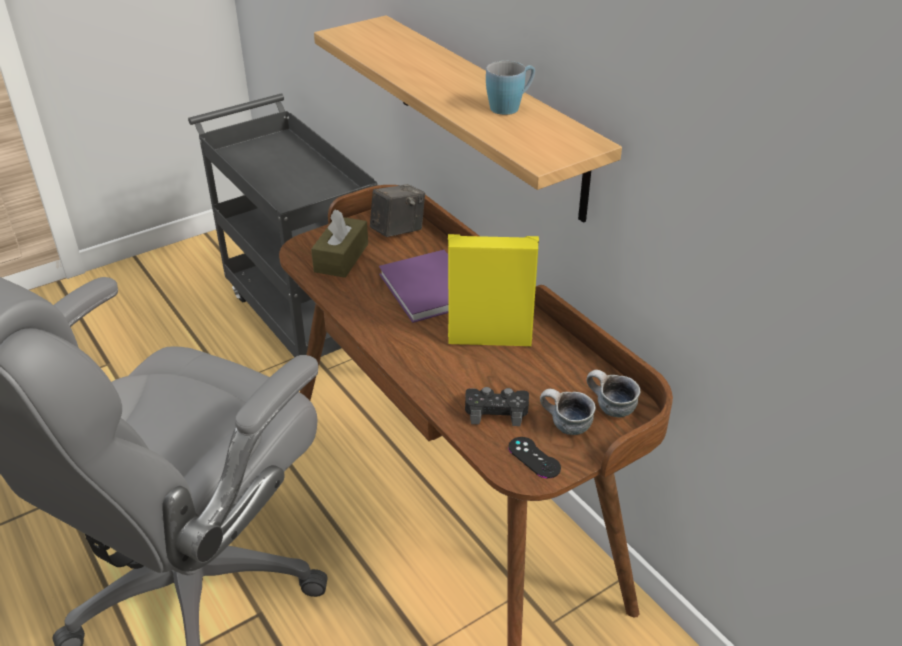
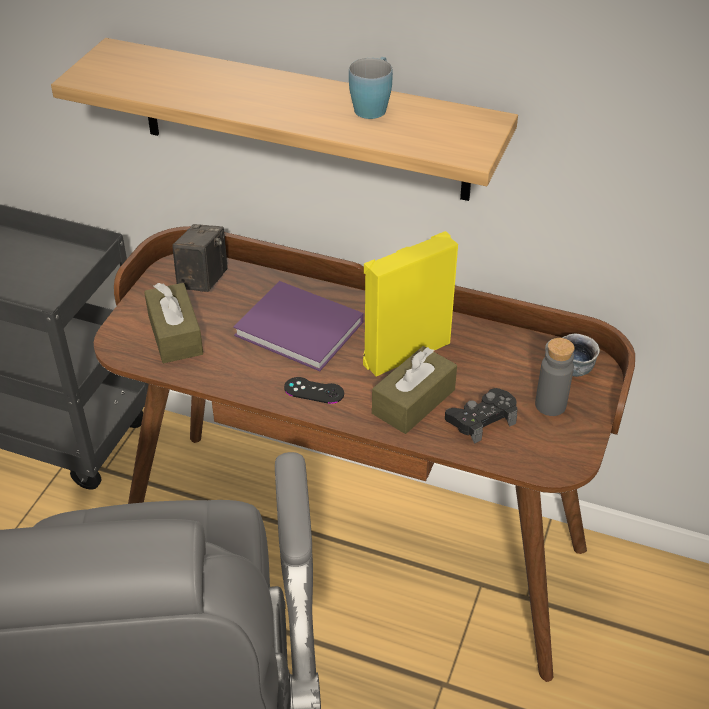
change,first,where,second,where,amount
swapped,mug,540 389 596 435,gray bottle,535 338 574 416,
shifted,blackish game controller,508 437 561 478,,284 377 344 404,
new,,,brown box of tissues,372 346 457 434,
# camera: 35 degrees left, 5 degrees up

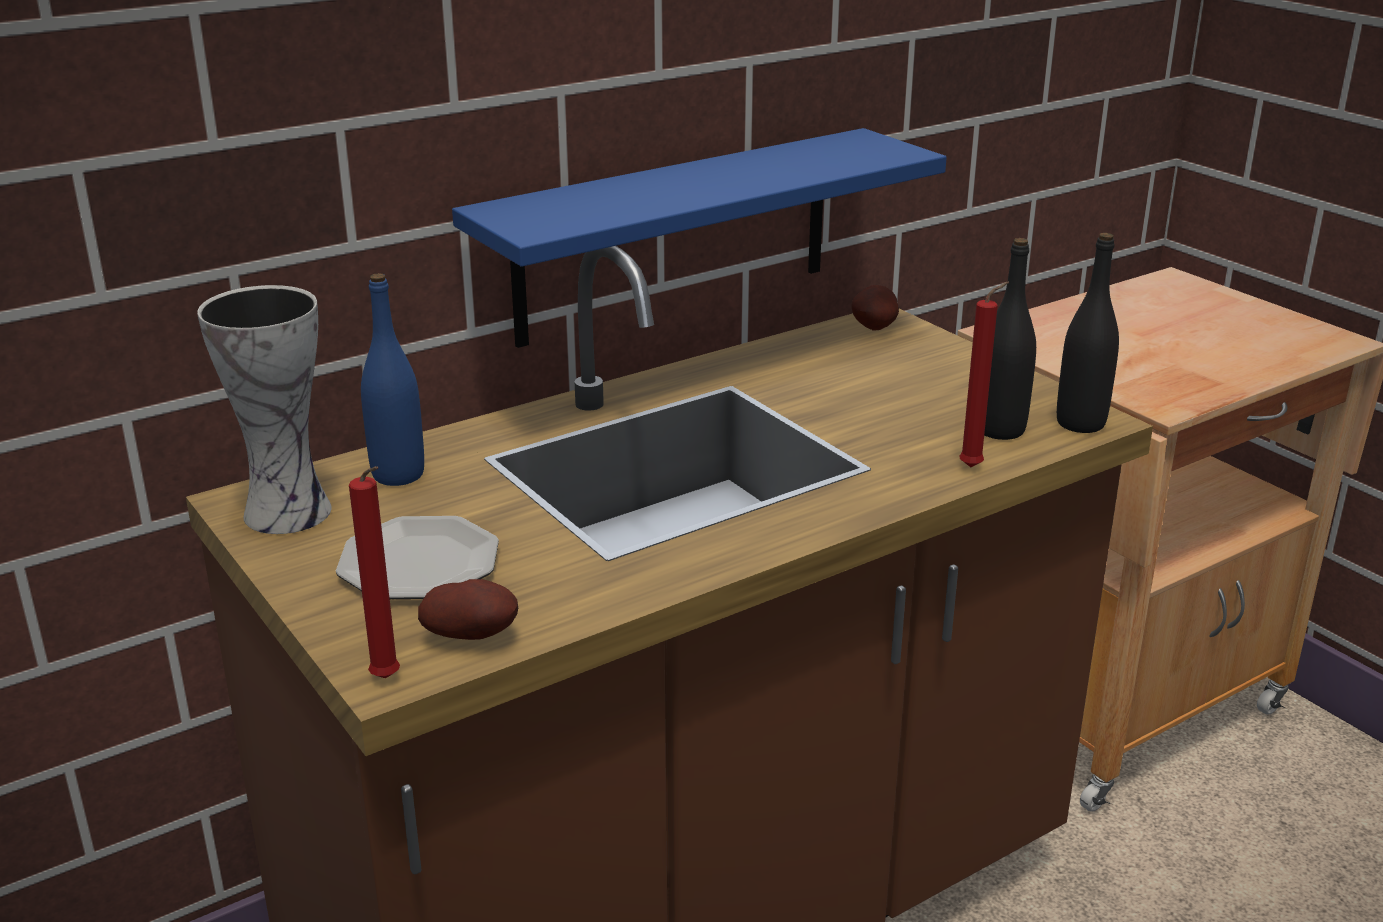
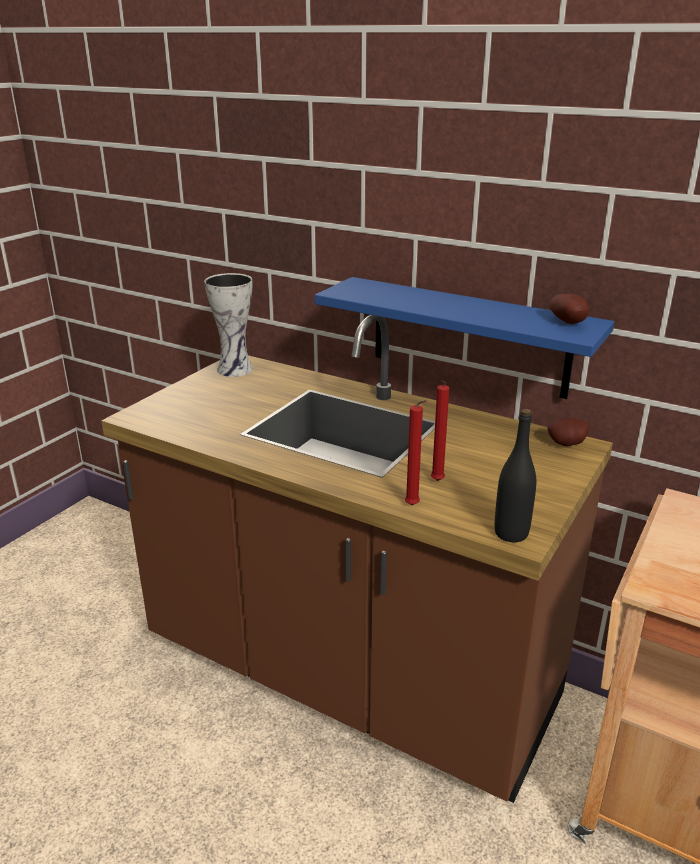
change,first,where,second,where,amount
gone,blackish bottle,984 238 1036 440,,,
gone,blue-coloured bottle,361 273 424 486,,,
shifted,reddish wax light,349 466 400 678,,431 380 449 481,
gone,flat dish,336 516 499 599,,,
shifted,spud,418 579 518 640,,549 294 590 324,
# camera: 65 degrees right, 0 degrees up

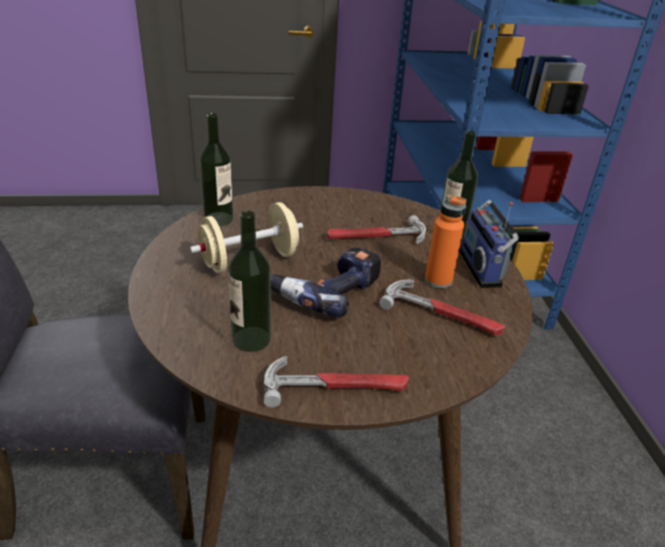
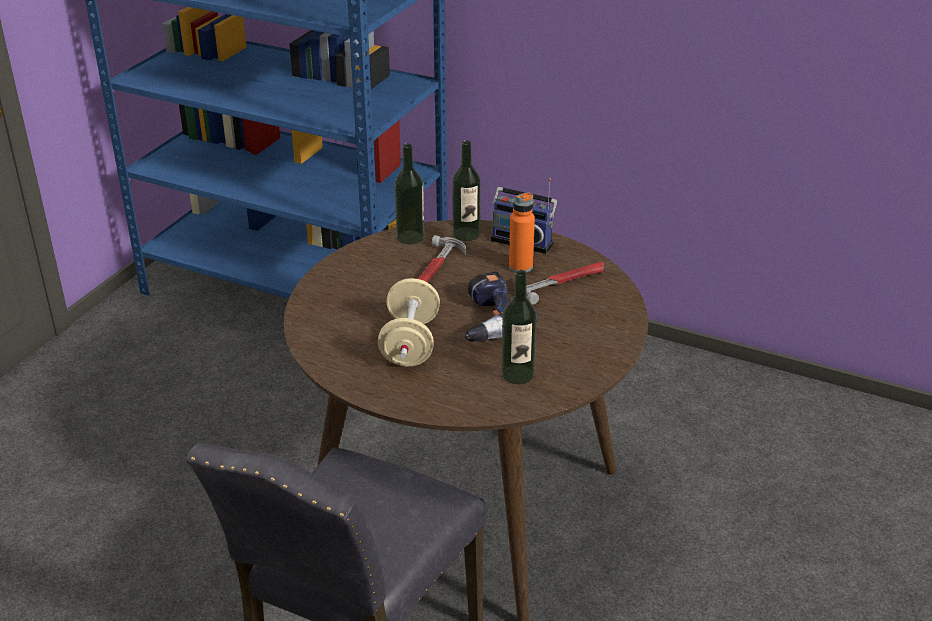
change,first,where,second,where,amount
shifted,bottle,199 113 234 226,,394 144 424 244,
gone,tool hammer,264 356 409 407,,,
# camera: 55 degrees left, 0 degrees up

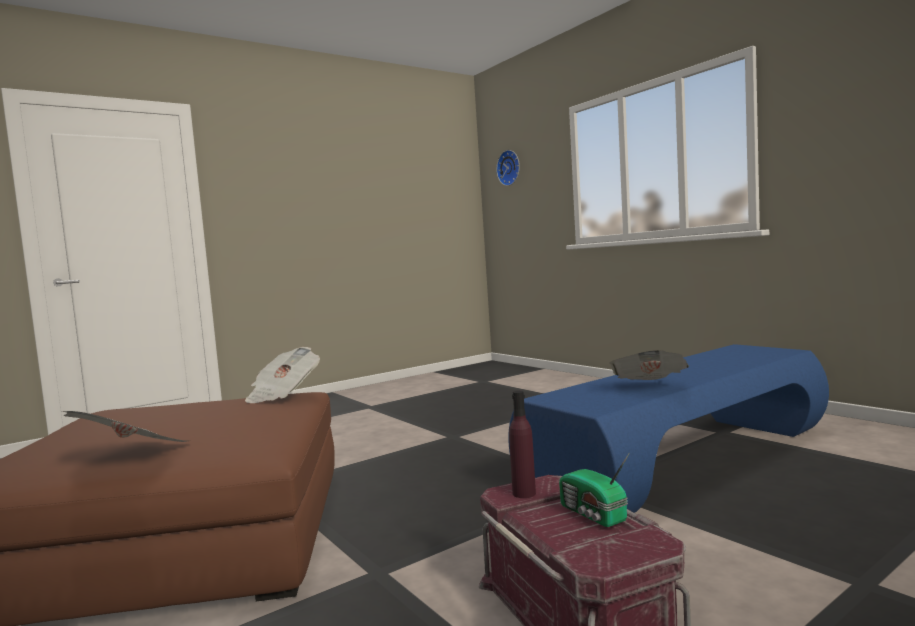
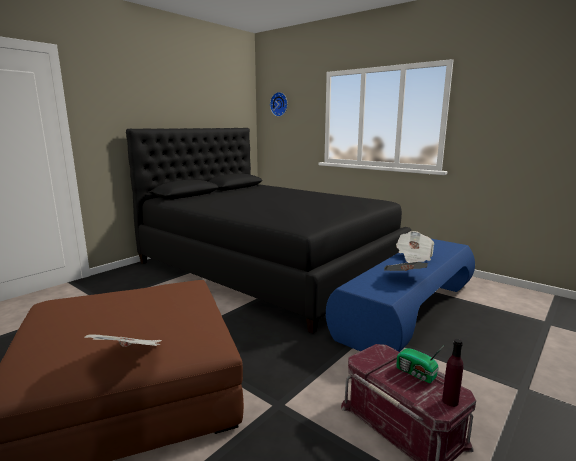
change,first,where,second,where,amount
shifted,newspaper,245 347 320 403,,396 231 434 263,
shifted,purple-coloured bottle,509 391 536 498,,442 339 463 407,
new,,,blackish bedroom bed,126 128 411 333,
# camera: 15 degrees left, 10 degrees up

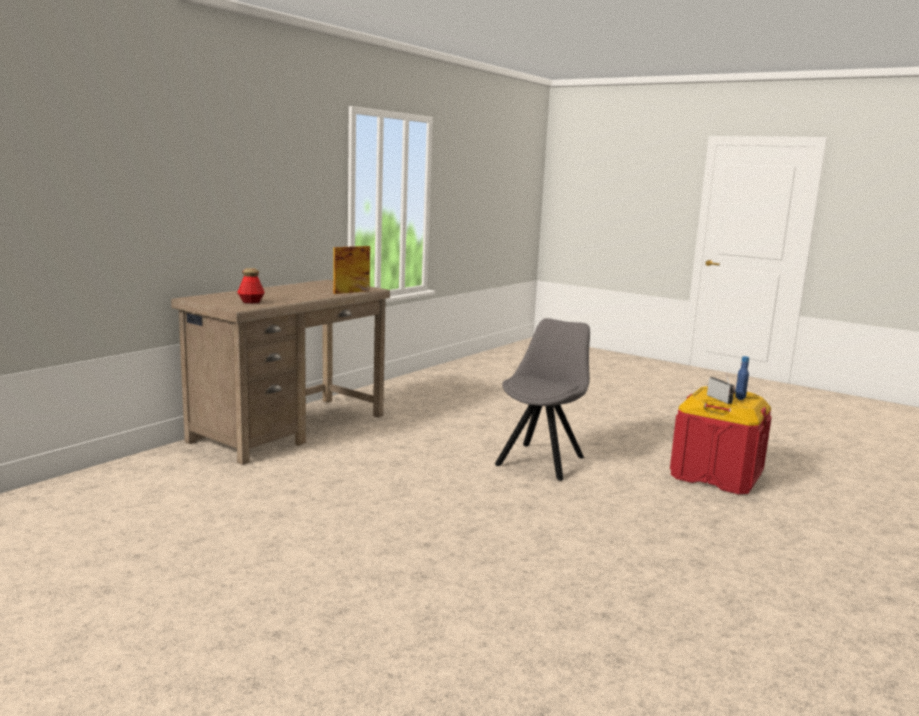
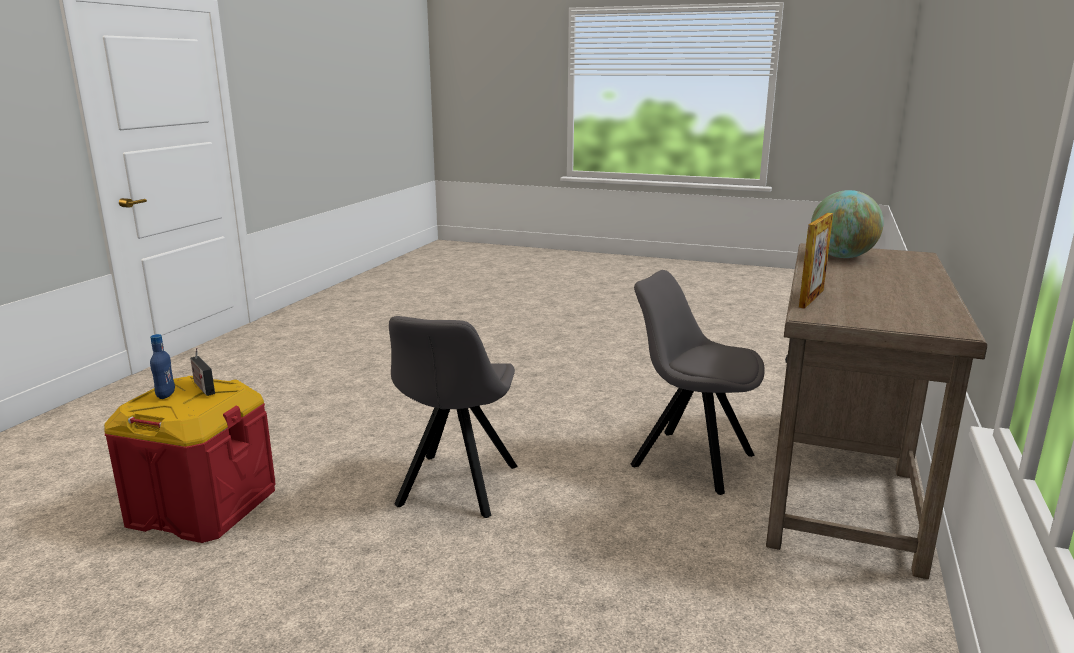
change,first,where,second,where,amount
swapped,bottle,237 268 265 304,globe,811 190 884 258,
new,,,gray chair,631 270 765 495,
# camera: 165 degrees right, 5 degrees up

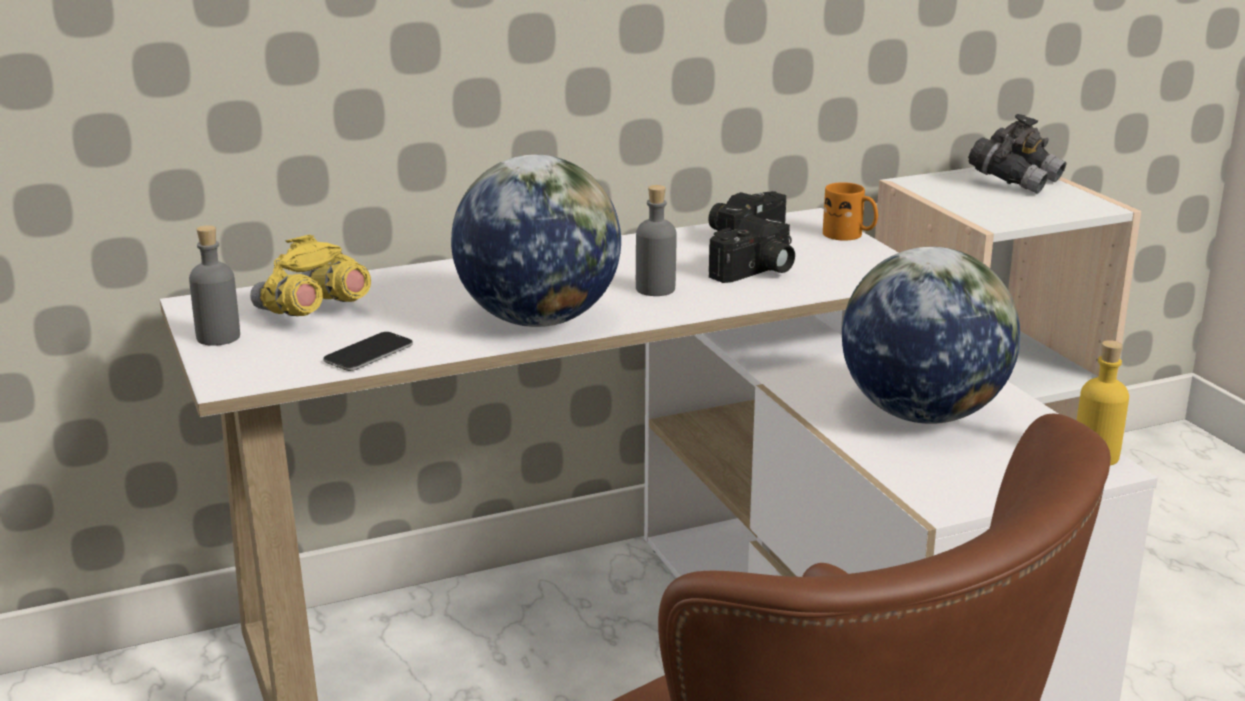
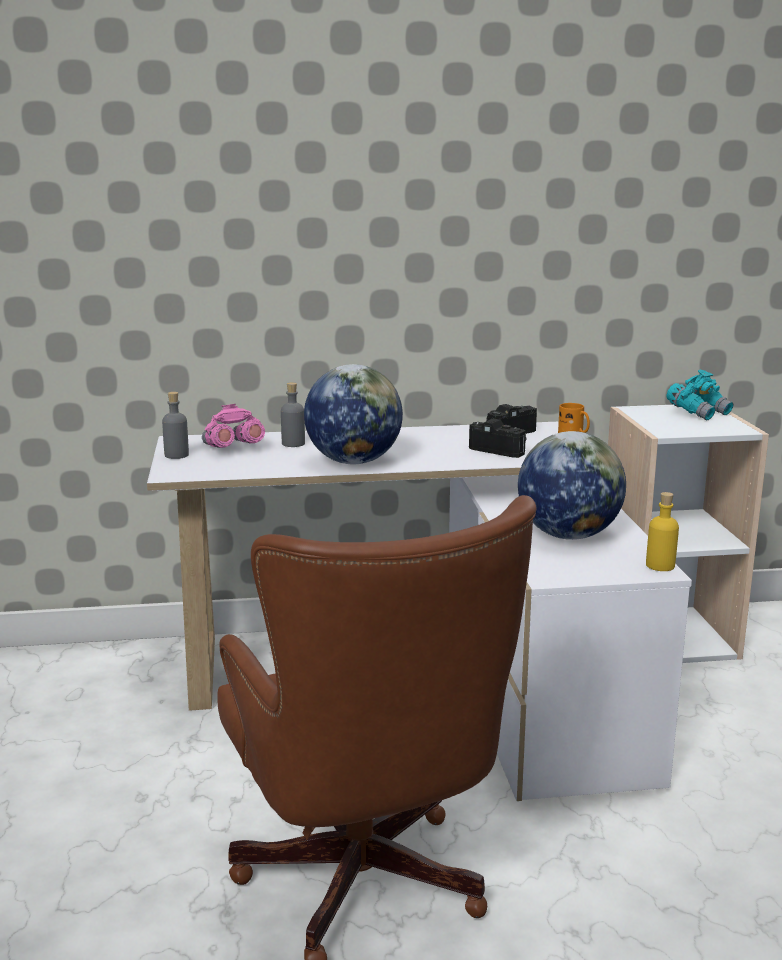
change,first,where,second,where,amount
repainted,gray pair of binoculars,968 114 1067 194,turquoise-coloured pair of binoculars,666 370 734 420,
shifted,gray bottle,636 185 676 296,,281 382 305 447,
rotated,still camera,709 216 795 283,,469 419 527 458,120 degrees counterclockwise
repainted,yellow pair of binoculars,250 235 371 316,pink pair of binoculars,202 404 265 448,
gone,handset,323 332 413 371,,,
# camera: 15 degrees right, 5 degrees down

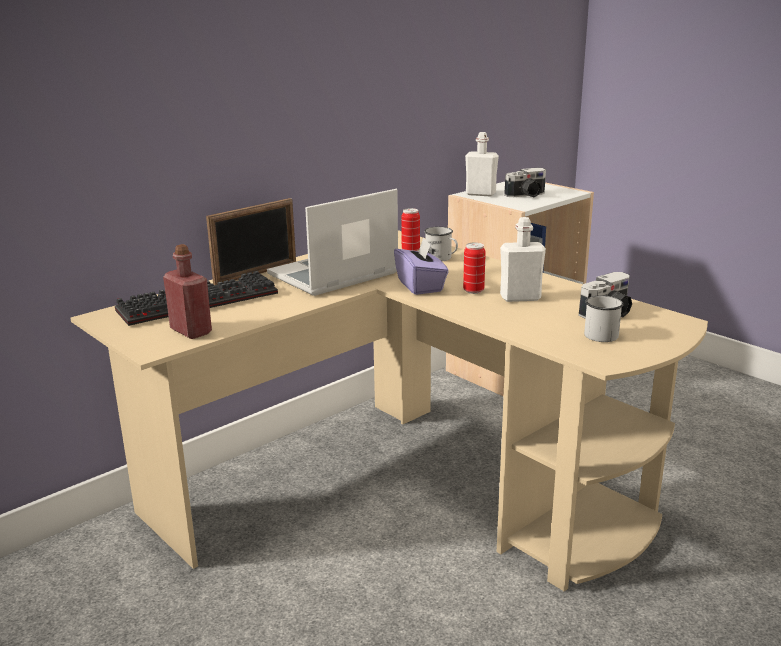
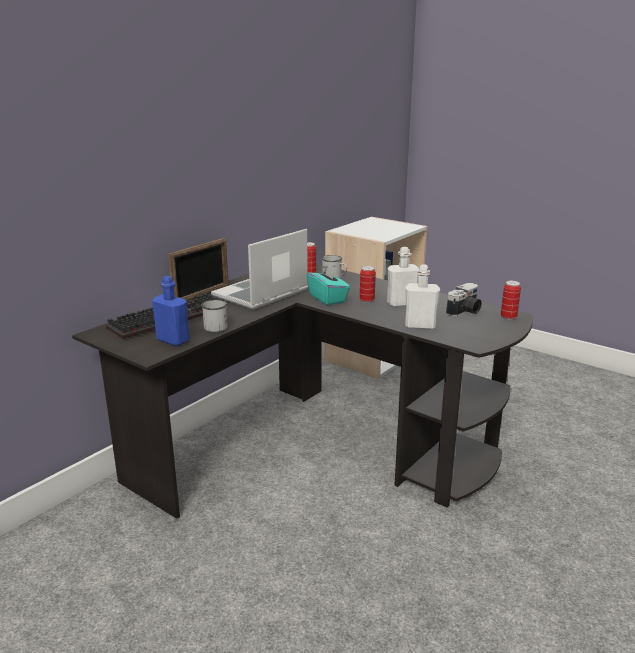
change,first,where,second,where,amount
shifted,white-coloured bottle,465 132 499 196,,405 265 440 330,
gone,still camera,504 168 546 198,,,
repainted,sand-coloured desk table,71 230 708 592,blackish desk table,72 264 533 519,
repainted,purple-coloured box of tissues,394 237 449 295,turquoise-coloured box of tissues,306 263 350 305,
repainted,reddish bottle,163 244 212 339,blue-coloured bottle,152 276 189 346,
shifted,white-coloured mug,584 295 624 342,,201 300 227 332,
new,,,metal can,501 281 521 320,
# camera: 10 degrees left, 0 degrees up

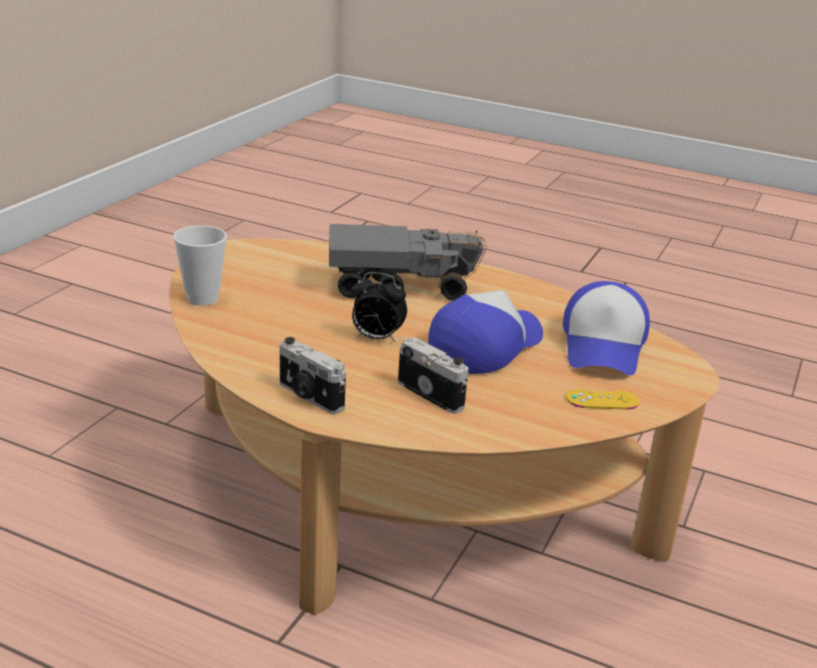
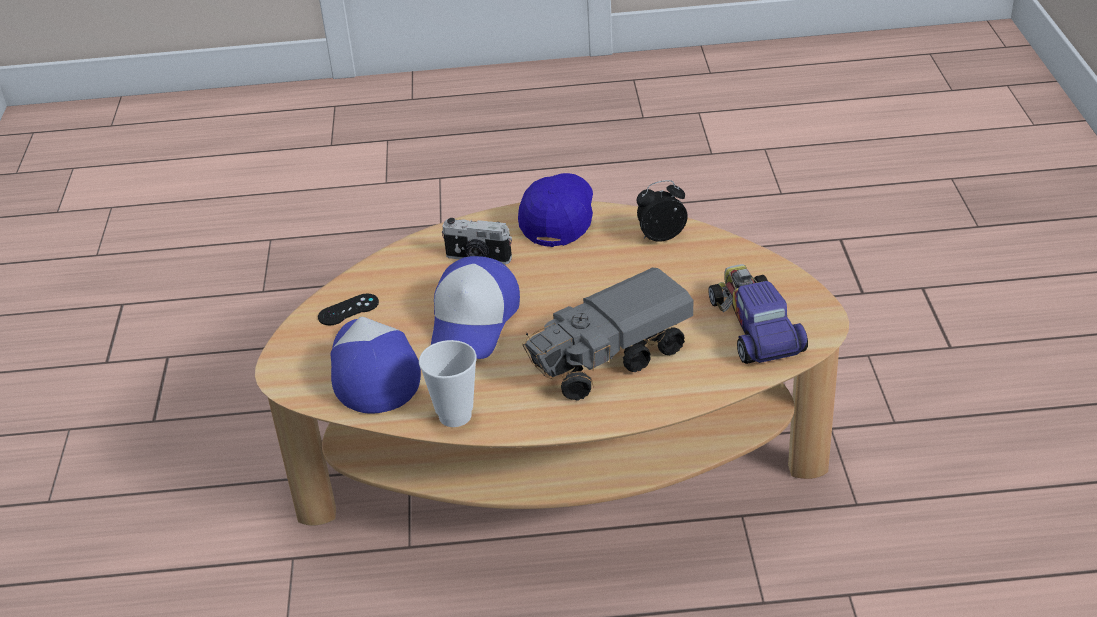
change,first,where,second,where,amount
shifted,cup,173 225 227 306,,419 340 477 427,
shifted,bedside clock,351 272 407 342,,636 180 688 242,
swapped,still camera,280 337 346 414,blue-coloured baseball cap,518 173 593 247,
repainted,yellow game controller,566 389 639 409,blackish game controller,318 294 379 325,
new,,,miniature car,708 264 808 364,
# camera: 155 degrees right, 10 degrees up

